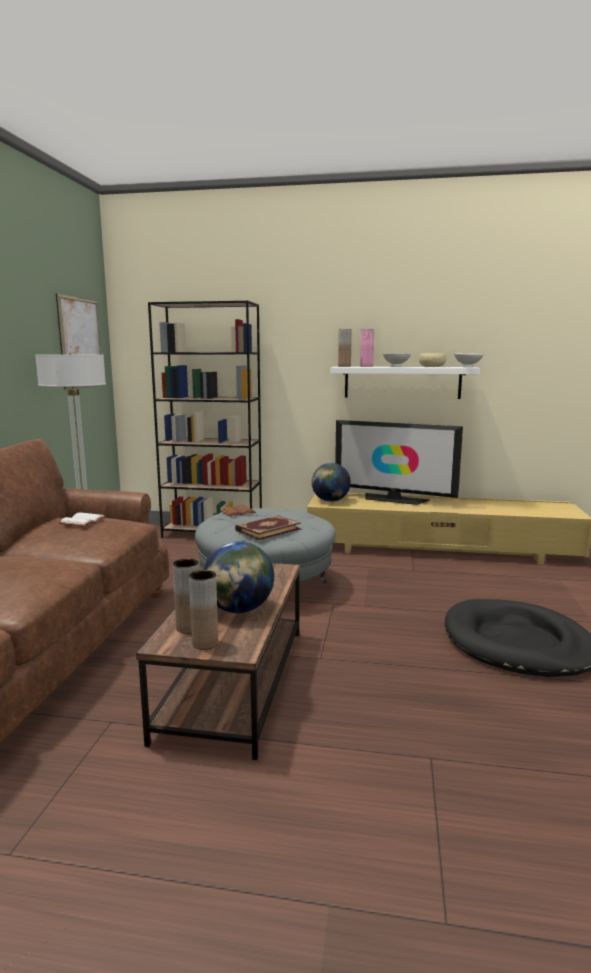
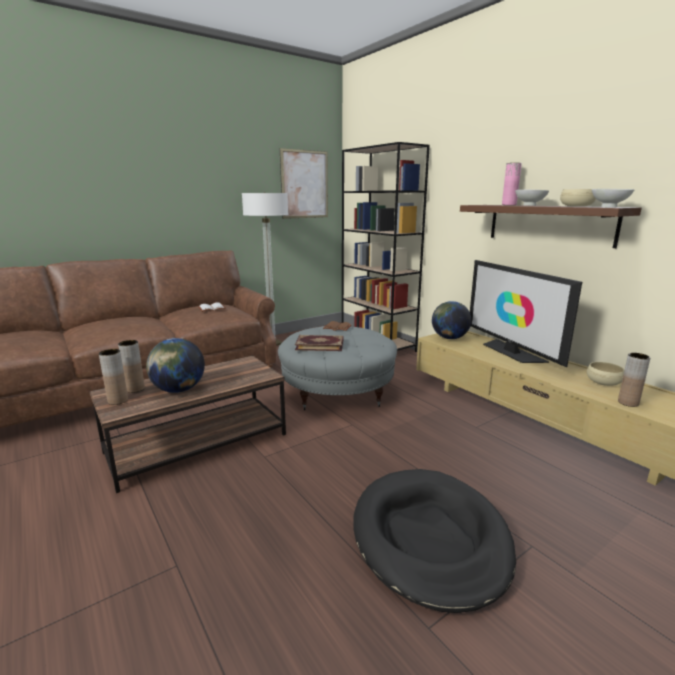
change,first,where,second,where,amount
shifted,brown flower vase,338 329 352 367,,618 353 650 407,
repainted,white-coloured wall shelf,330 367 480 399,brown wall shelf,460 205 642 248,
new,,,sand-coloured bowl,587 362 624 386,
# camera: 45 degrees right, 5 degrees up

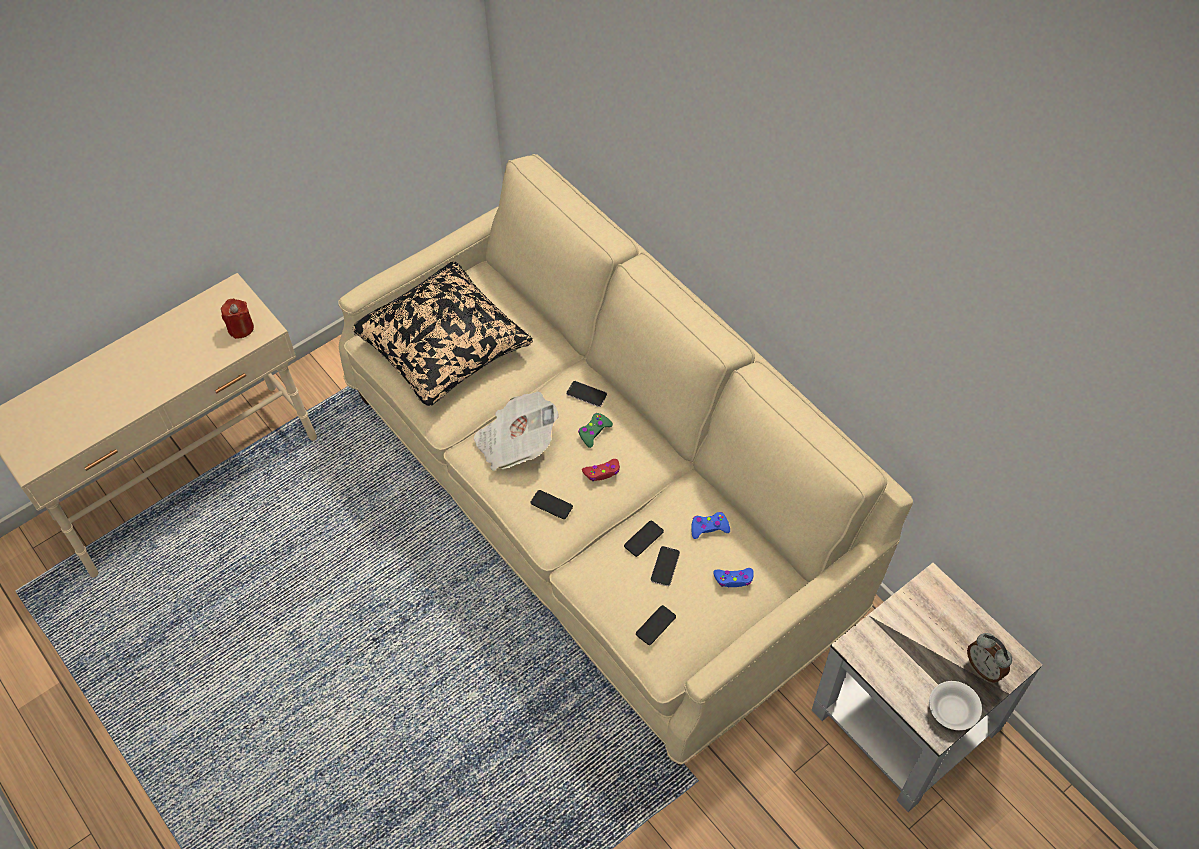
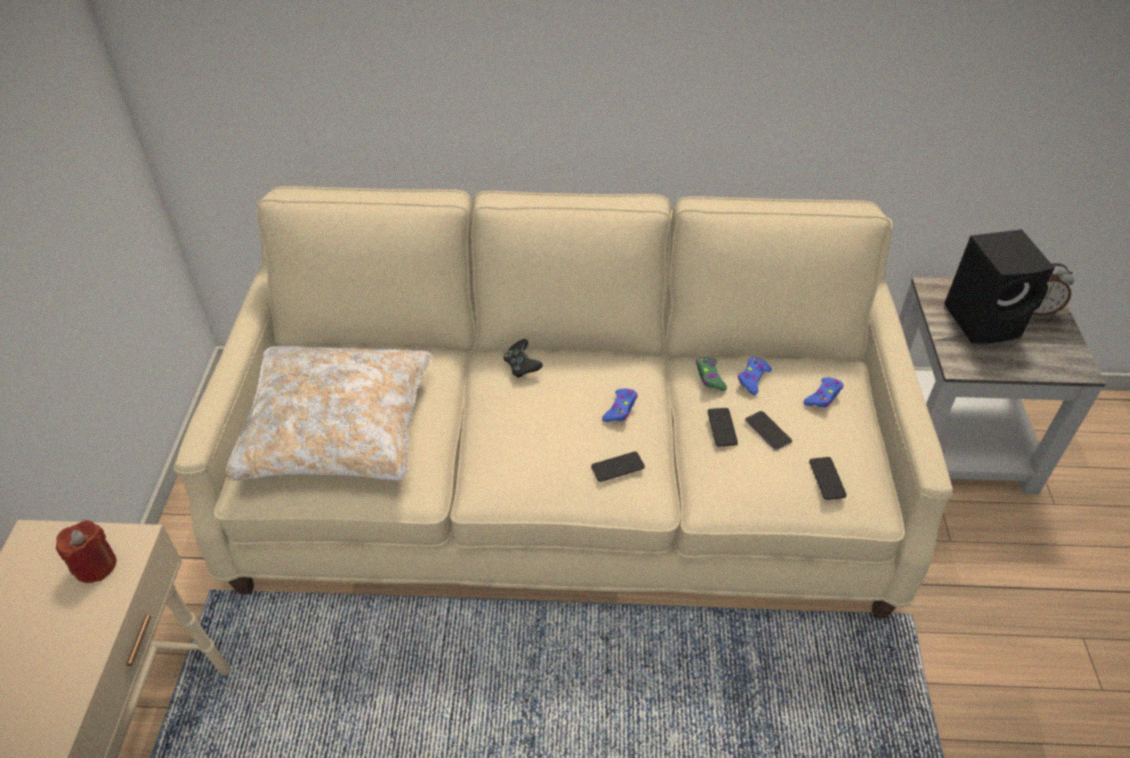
change,first,where,second,where,amount
repainted,blackish throw pillow,353 262 533 406,white-coloured throw pillow,226 346 433 481,
swapped,handset,566 381 607 407,blackish game controller,504 339 543 378,
gone,newspaper,474 392 559 471,,,
shifted,green-coloured game controller,578 413 613 448,,696 356 727 391,
repainted,reddish game controller,582 459 620 481,blue-coloured game controller,602 389 638 422,
gone,white-coloured bowl,929 681 982 730,,,
new,,,blackish audio speaker,944 229 1055 344,
# camera: 50 degrees left, 10 degrees down

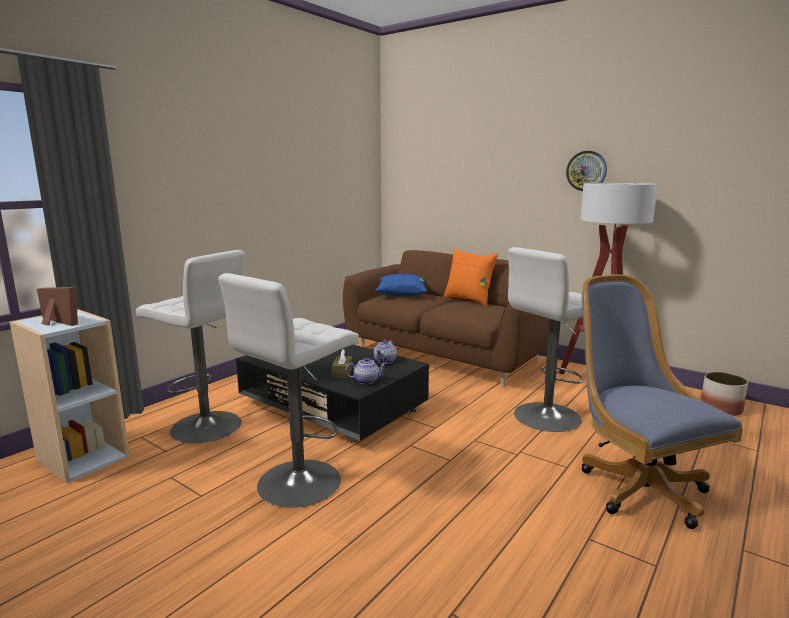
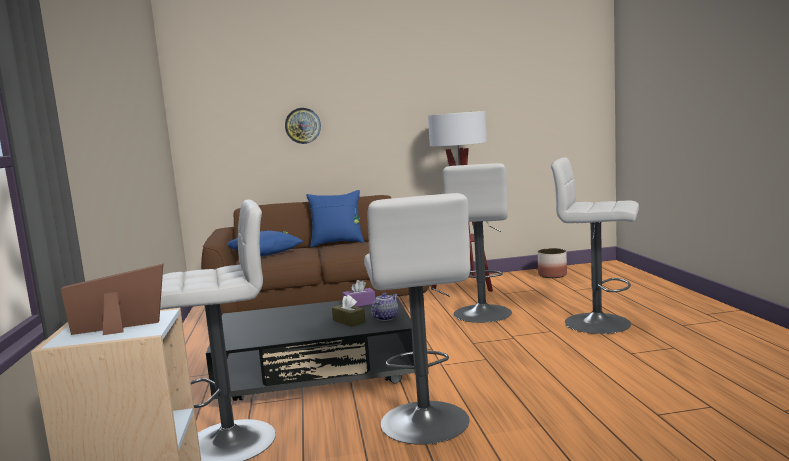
change,first,where,second,where,amount
shifted,hanging clock,566 151 607 191,,285 108 321 144,
repainted,orange throw pillow,443 248 498 306,blue-coloured throw pillow,306 190 364 247,
swapped,blue-coloured desk chair,581 274 743 529,white-coloured stool seat,551 157 639 334,
swapped,tea pot,374 340 397 364,purple-coloured box of tissues,342 280 375 307,
# camera: 45 degrees left, 5 degrees down

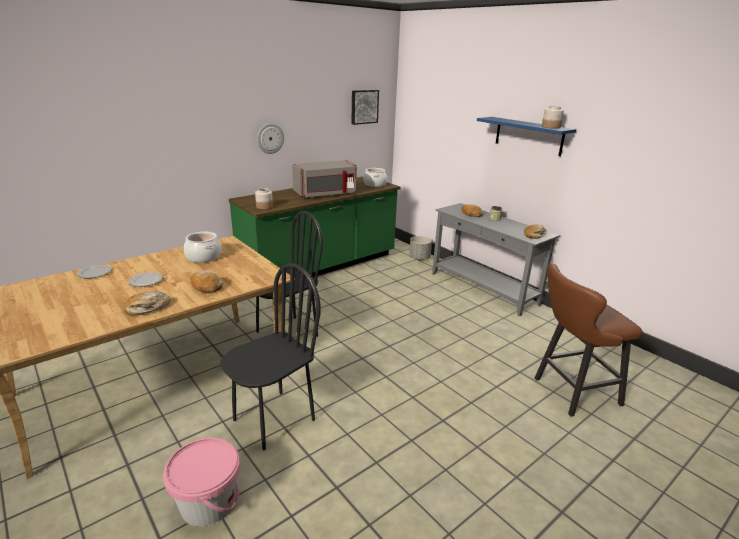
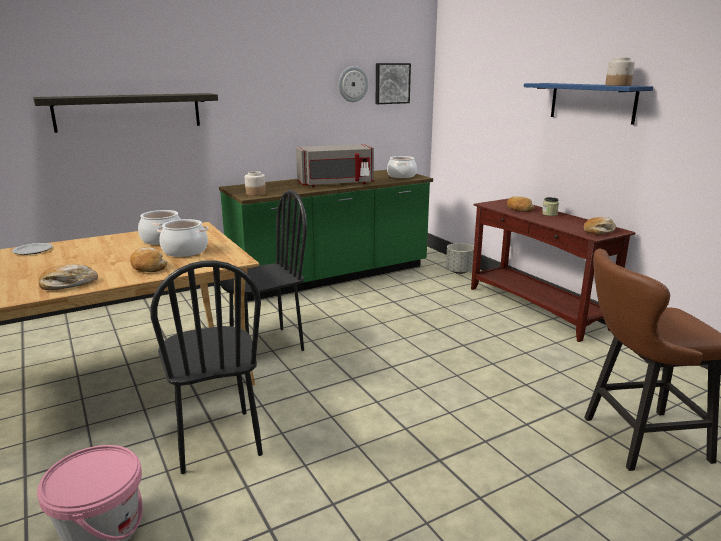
change,first,where,second,where,amount
shifted,hanging clock,257 123 284 154,,339 66 368 102,
repainted,gray console table,432 203 560 316,brown console table,471 199 636 342,
rotated,blackish chair,220 263 321 450,,150 260 263 474,105 degrees clockwise
gone,flat dish,128 272 163 287,,,
new,,,wall shelf,33 93 218 133,
new,,,cooking pot,157 219 208 257,
# camera: 10 degrees right, 5 degrees down

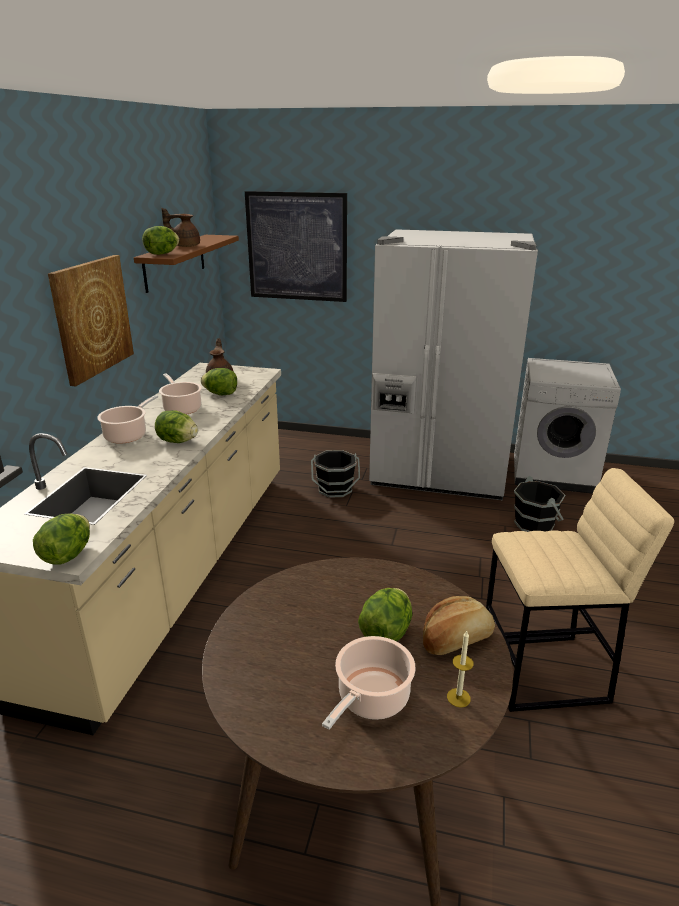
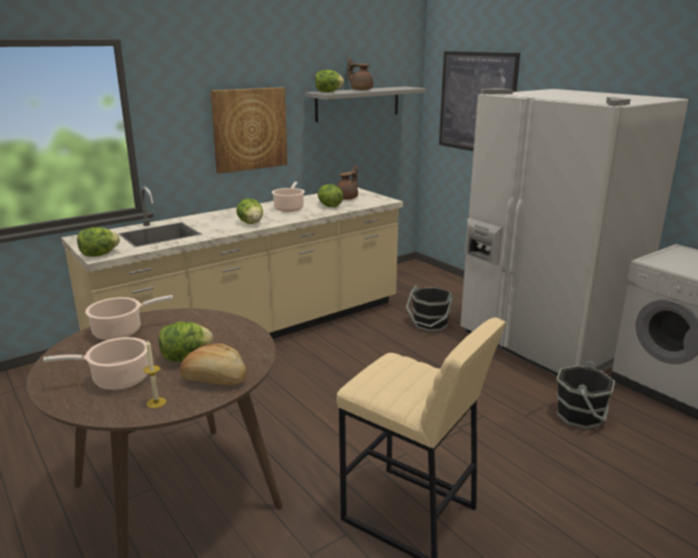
change,first,where,second,where,amount
repainted,brown wall shelf,134 235 239 293,gray wall shelf,306 86 426 122,
shifted,cooking pot,97 395 158 444,,85 295 173 340,
# camera: 40 degrees right, 5 degrees down

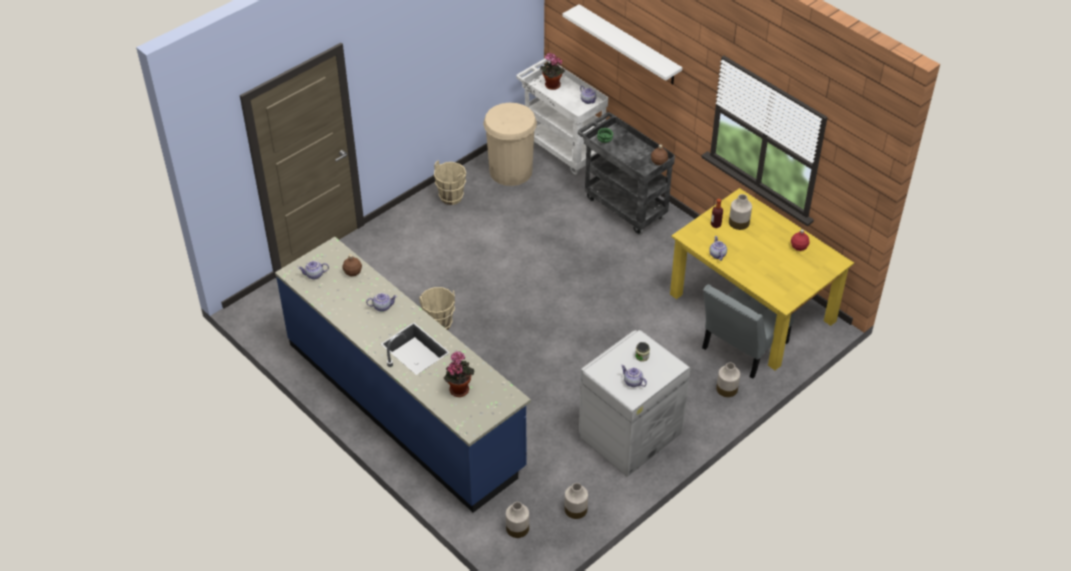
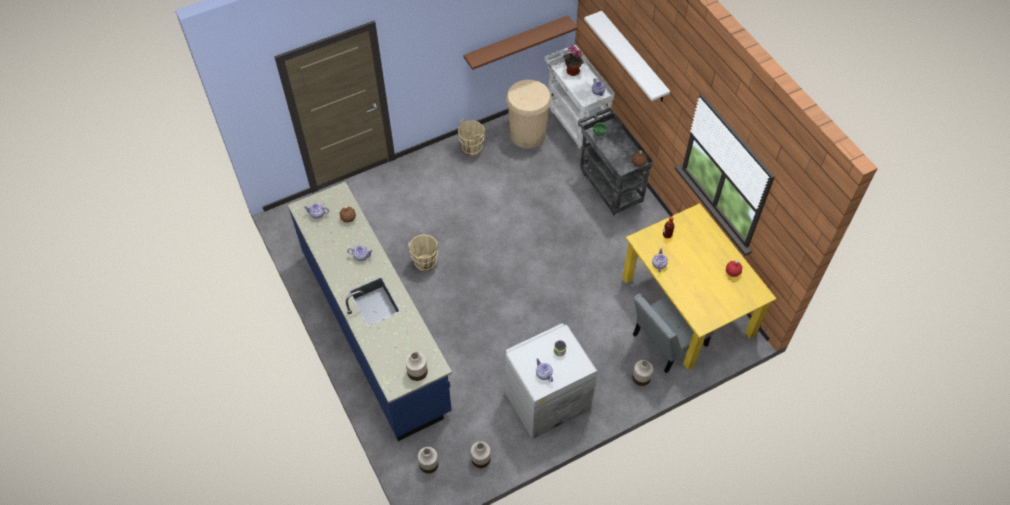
change,first,where,second,where,amount
shifted,sand-coloured flower vase,729 194 752 230,,405 352 428 381,
gone,plant in a pot,444 351 474 397,,,
new,,,brown wall shelf,463 15 578 70,
# camera: 15 degrees right, 10 degrees up

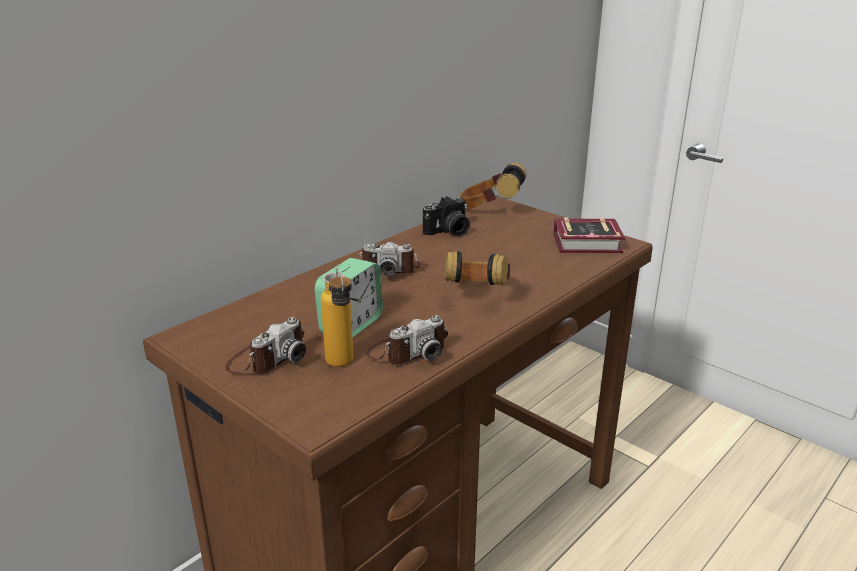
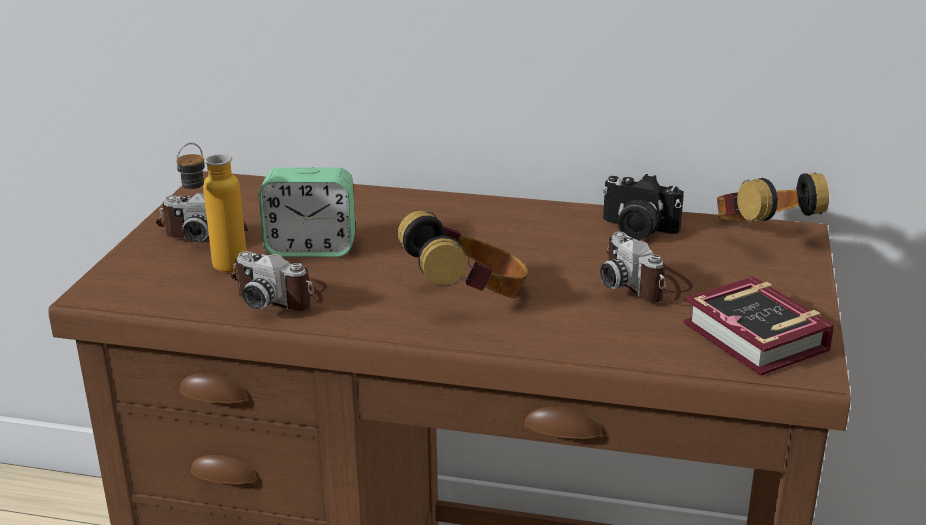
change,first,where,second,where,amount
shifted,still camera,359 241 420 276,,600 232 693 303,
# camera: 60 degrees right, 0 degrees up

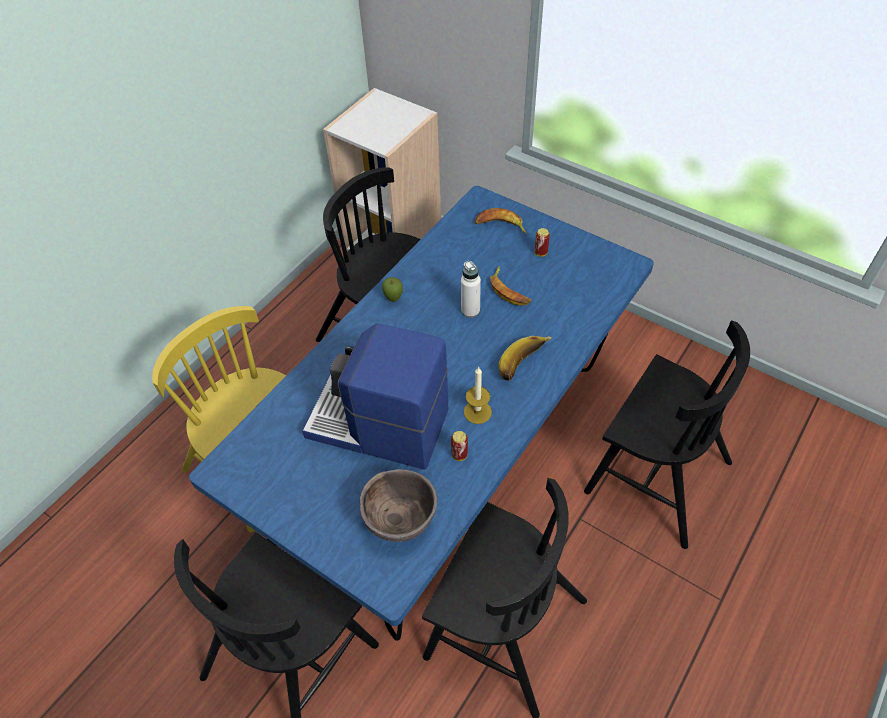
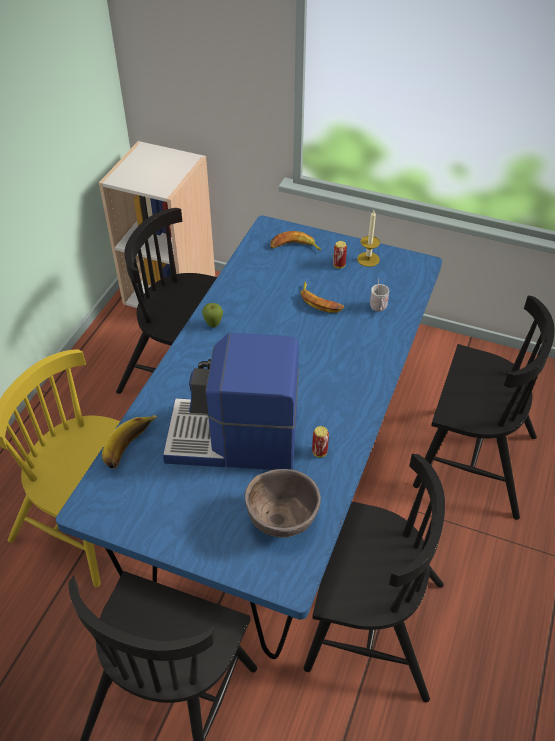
change,first,where,second,where,amount
gone,white-coloured bottle,461 261 481 318,,,
shifted,banana fruit,498 336 552 381,,102 415 157 469,
shifted,wax light,464 366 492 424,,357 210 380 267,
new,,,white-coloured mug,370 278 389 312,
# camera: 15 degrees left, 5 degrees down

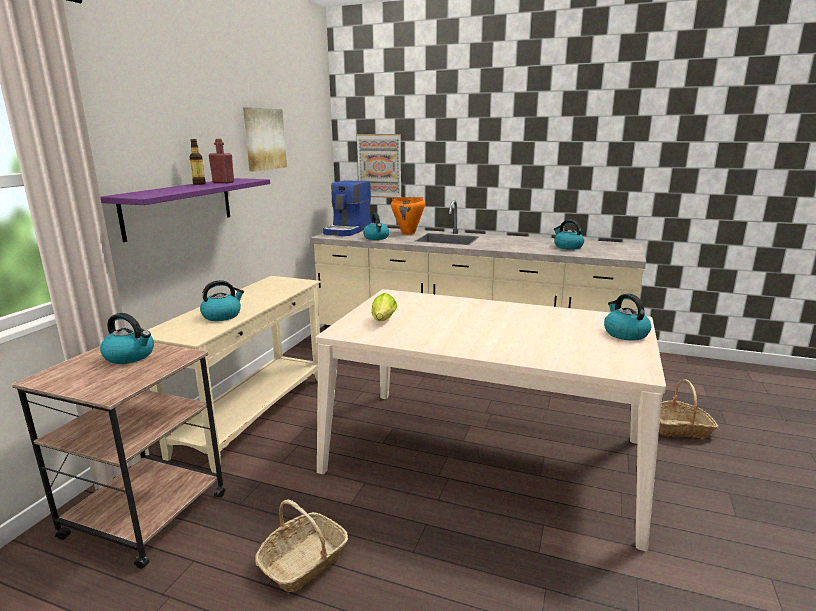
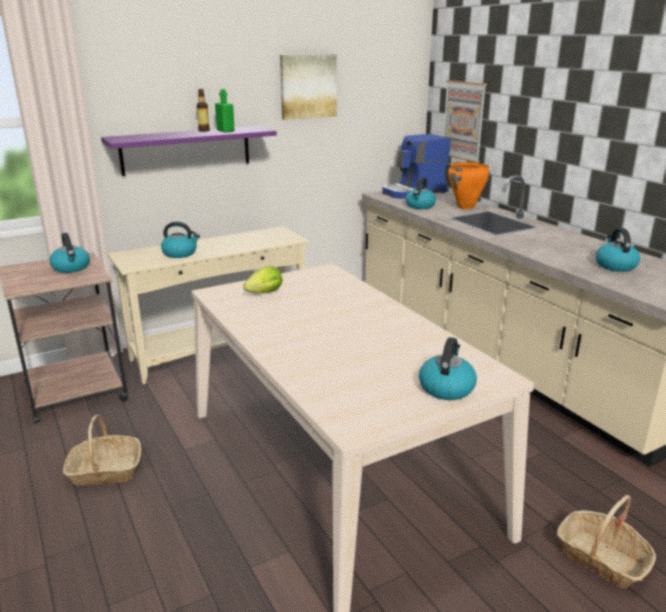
change,first,where,second,where,amount
repainted,reddish bottle,209 139 234 183,green-coloured bottle,215 89 235 133,
# camera: 40 degrees right, 5 degrees up

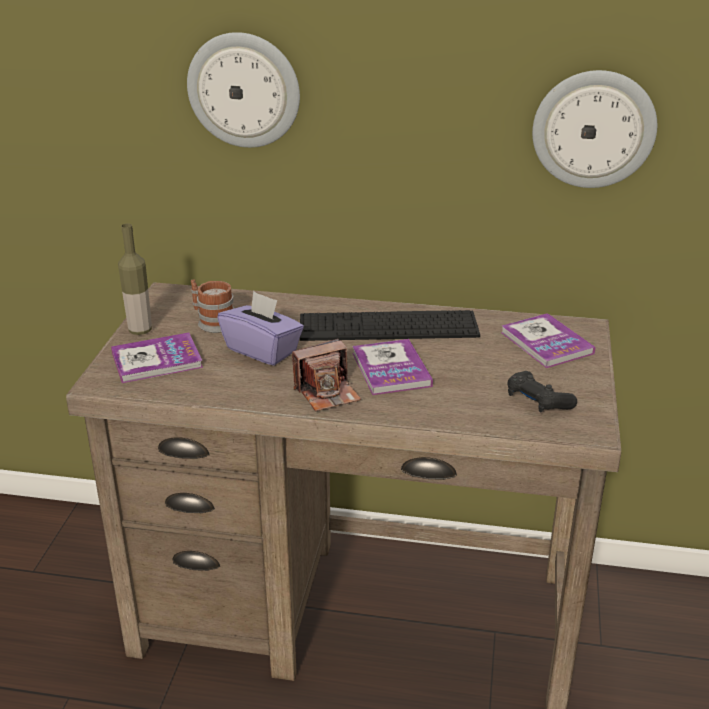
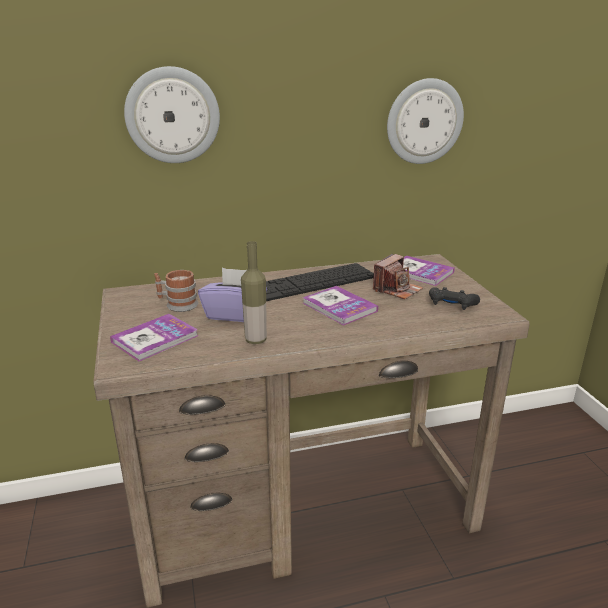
change,first,where,second,where,amount
shifted,bottle,118 223 152 335,,241 241 267 344,
shifted,still camera,292 339 361 411,,373 254 423 300,
# camera: 25 degrees left, 5 degrees down

